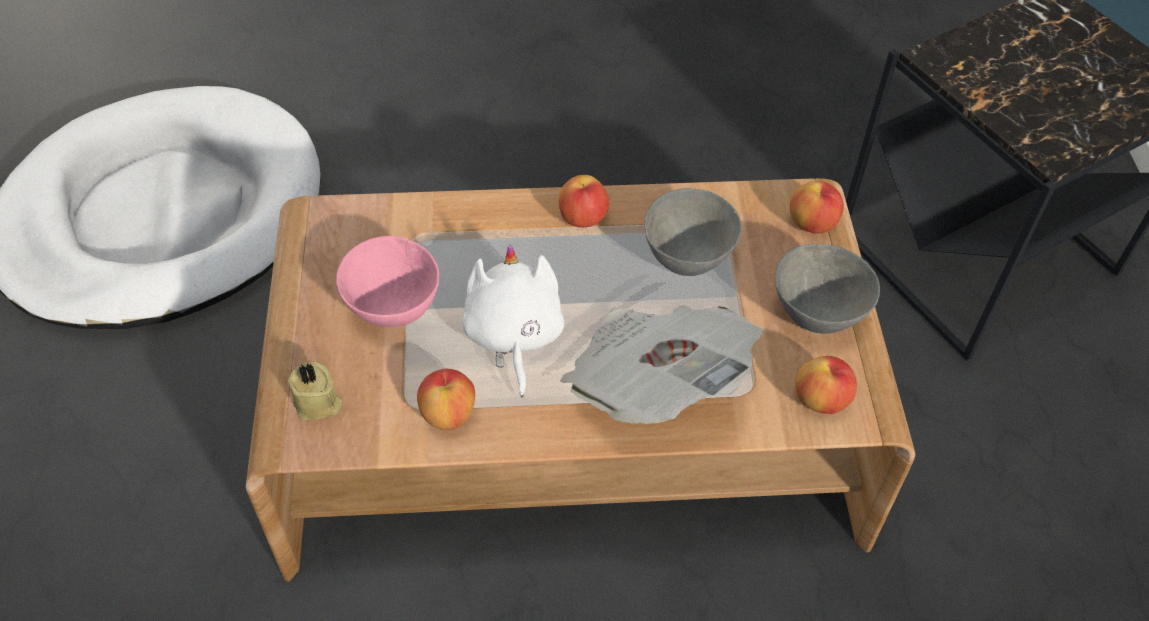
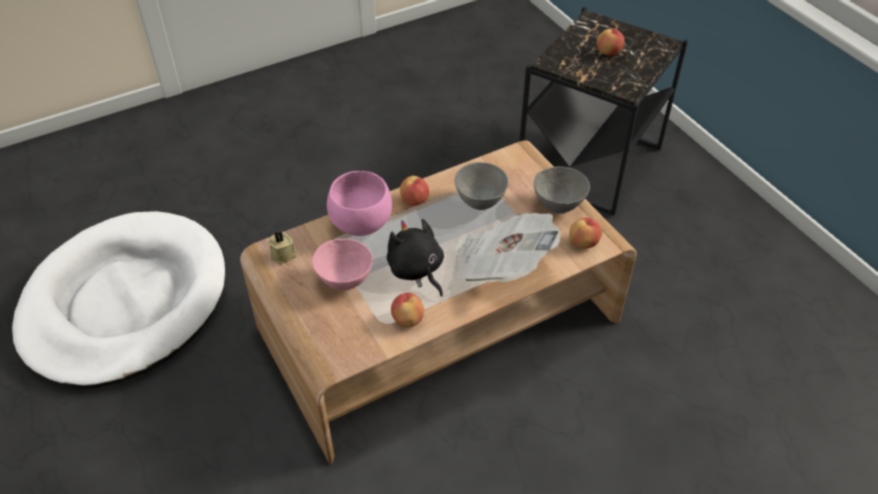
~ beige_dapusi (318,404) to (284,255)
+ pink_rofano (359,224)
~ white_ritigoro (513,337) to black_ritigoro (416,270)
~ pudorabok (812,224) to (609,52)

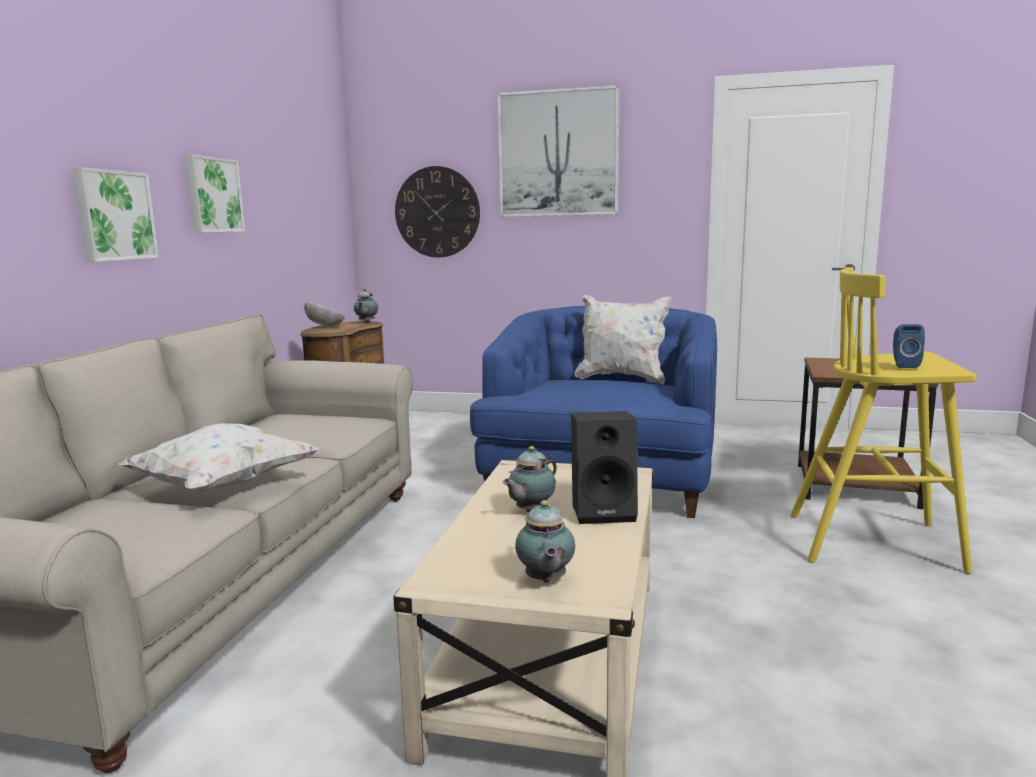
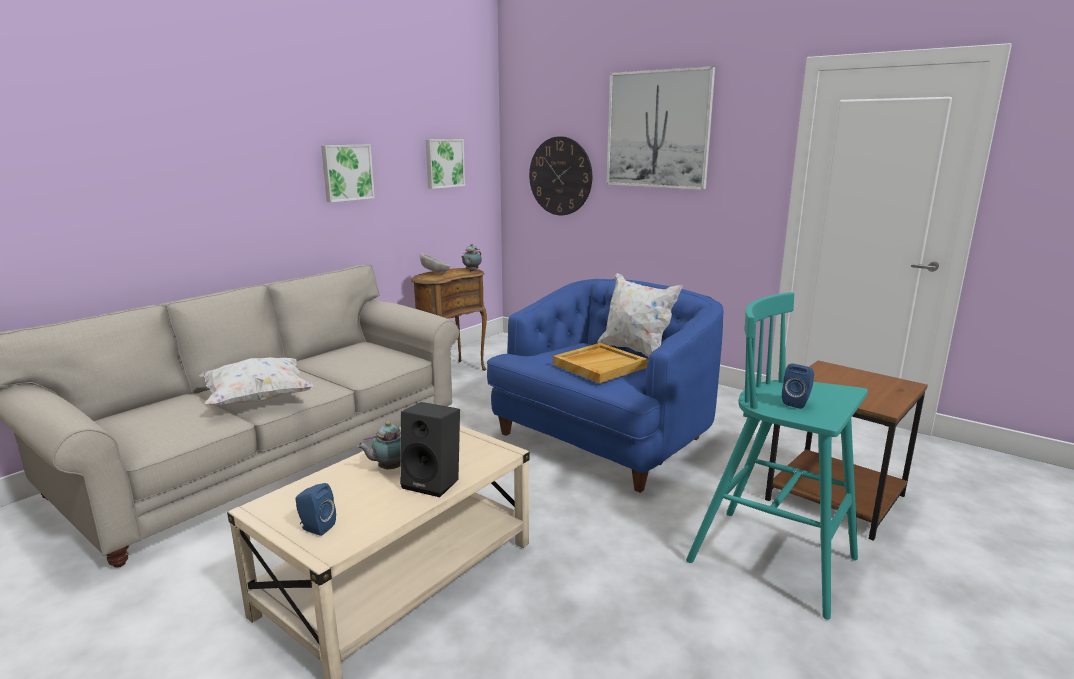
~ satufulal (545,581) to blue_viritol (315,528)
~ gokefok (113,215) to (444,163)
+ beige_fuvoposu (599,365)
~ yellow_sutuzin (876,543) to turquoise_sutuzin (775,561)

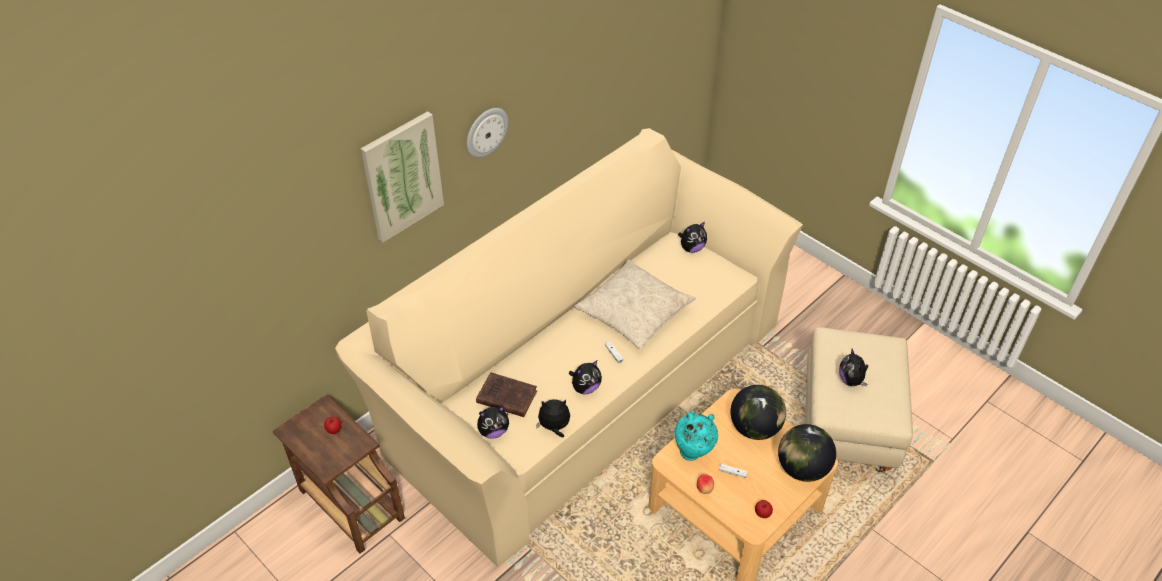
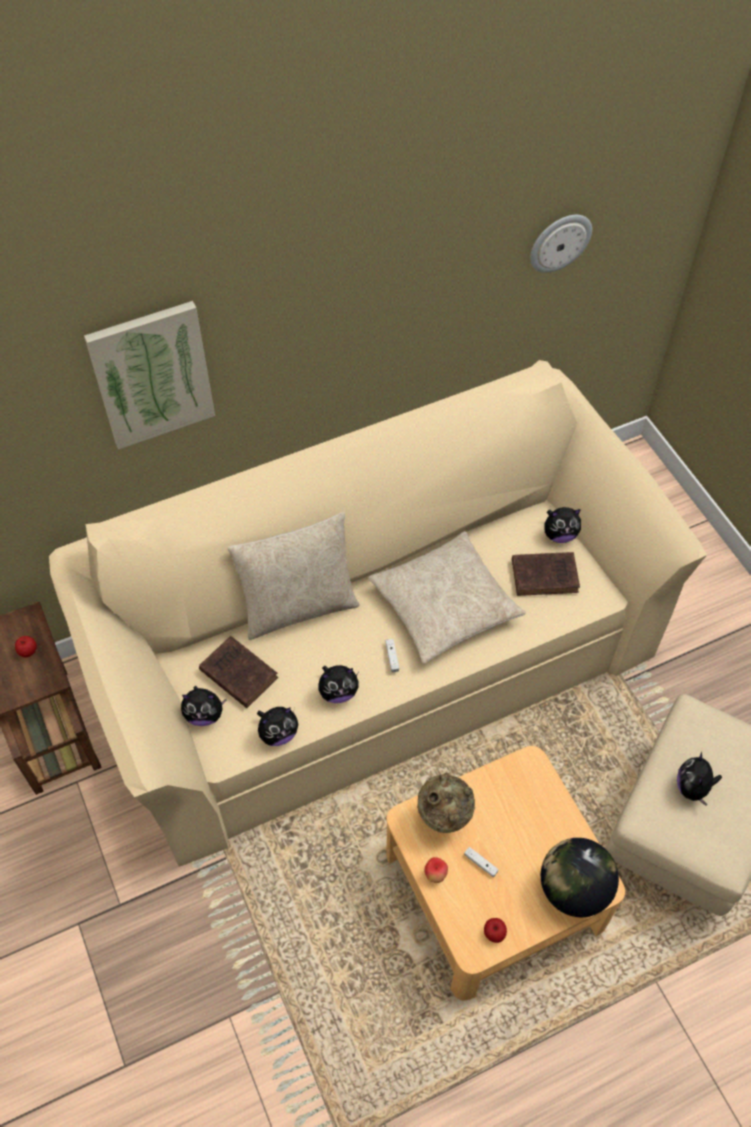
+ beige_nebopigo (298,606)
~ ritigoro (554,427) = (278,733) 135 degrees clockwise
~ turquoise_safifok (693,453) to beige_safifok (443,819)
+ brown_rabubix (546,576)
~ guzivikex (486,132) to (559,242)
- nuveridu (754,428)

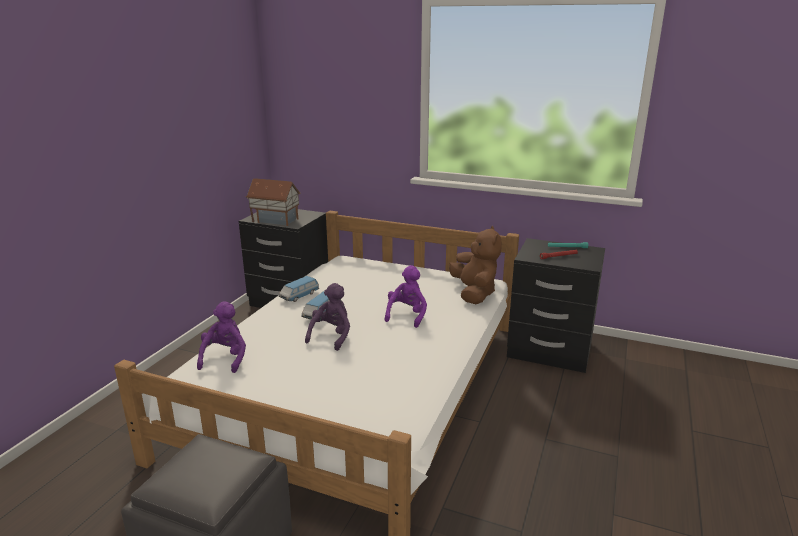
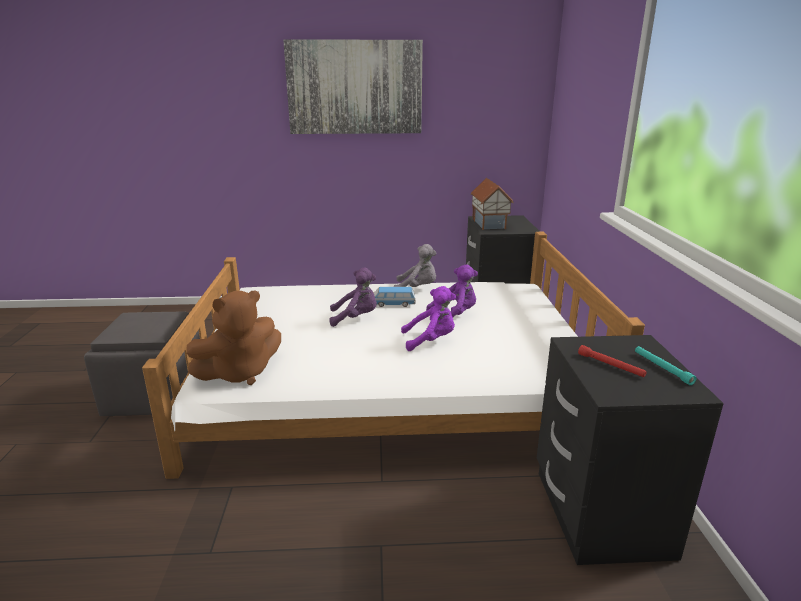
~ brown_ritigoro (474,293) to (240,373)
+ gokefok (355,87)
~ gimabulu (299,296) to grey_ritigoro (417,288)
~ purple_ritigoro (225,358) to (455,315)

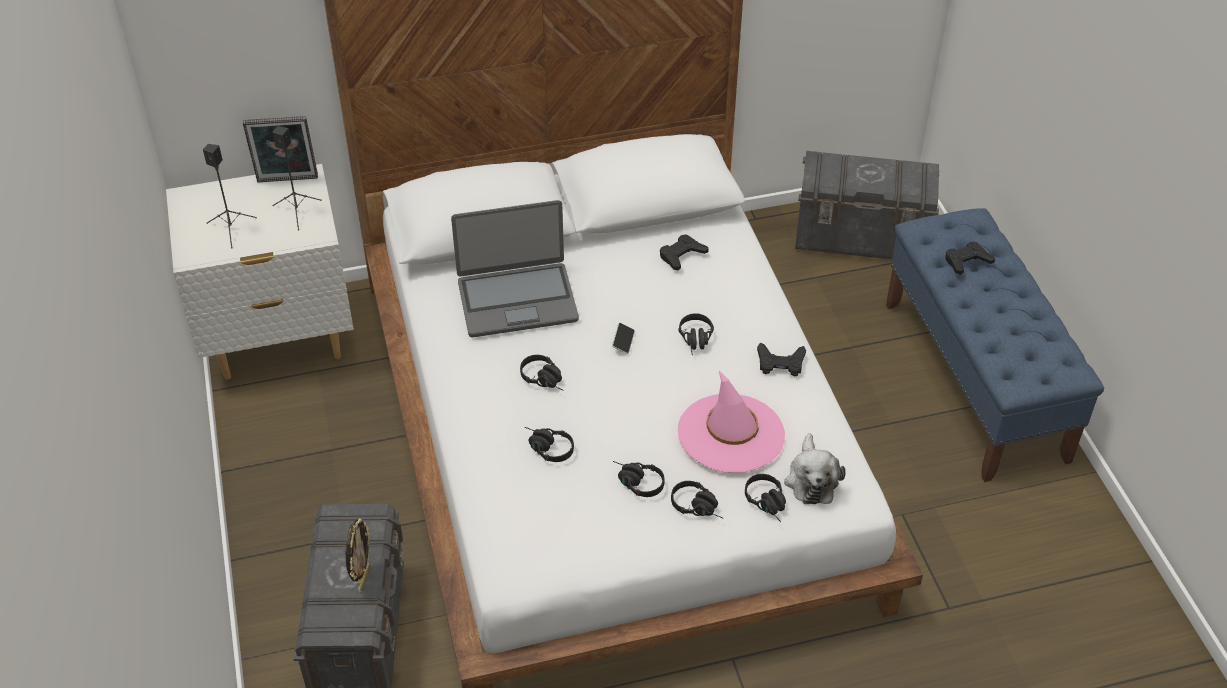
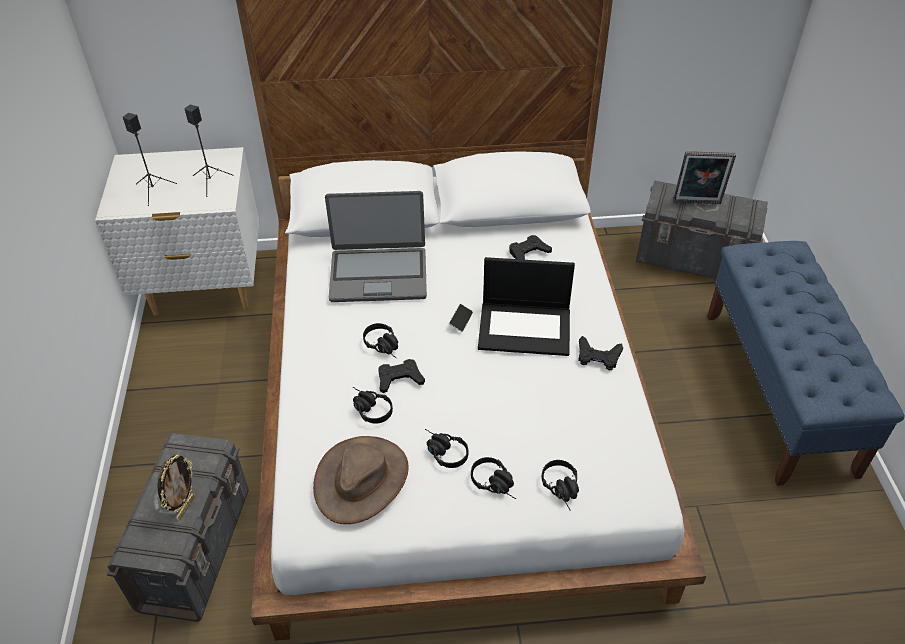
+ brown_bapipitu (361,479)
~ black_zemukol (967,261) to (399,379)
~ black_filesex (696,341) to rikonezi (525,328)
~ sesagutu (287,181) to (697,203)
- pink_bapipitu (731,433)
- ritigoro (811,479)

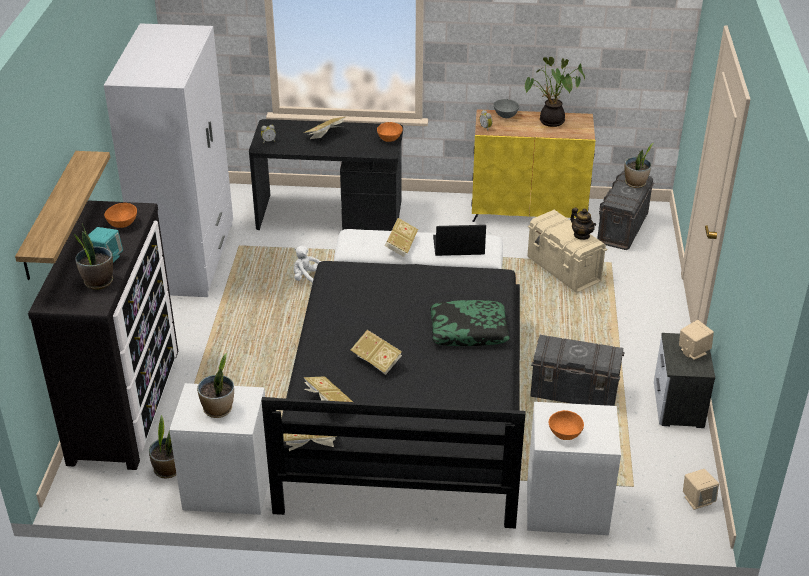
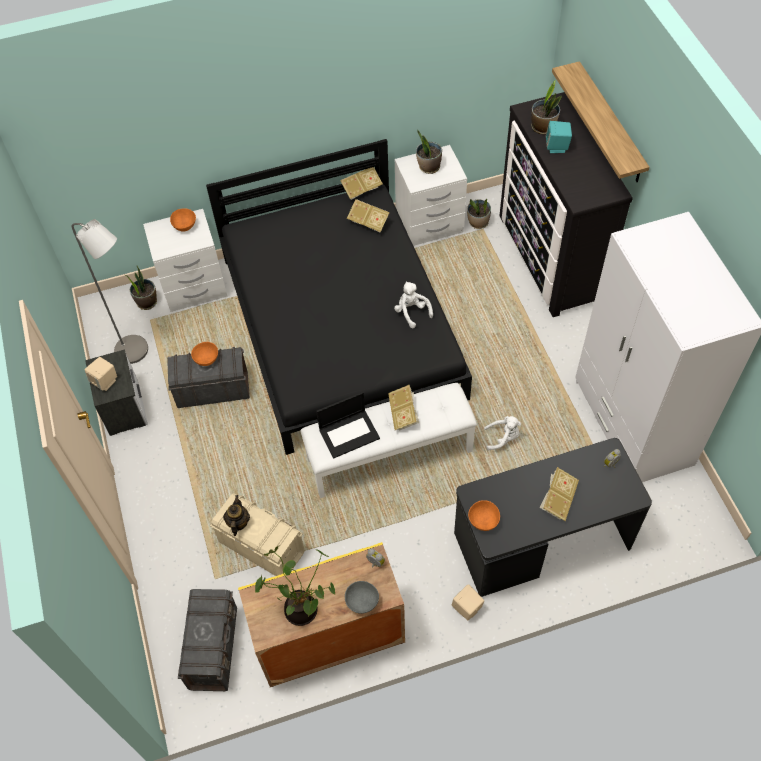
+ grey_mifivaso (137,352)
~ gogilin (635,183) to (147,302)
~ orange_rofano (123,224) to (206,360)
~ satufulal (581,235) = (238,523) 60 degrees clockwise
+ white_ritigoro (412,312)
~ beige_viritol (697,500) to (467,608)
- rabubix (377,361)
- nebopigo (468,331)

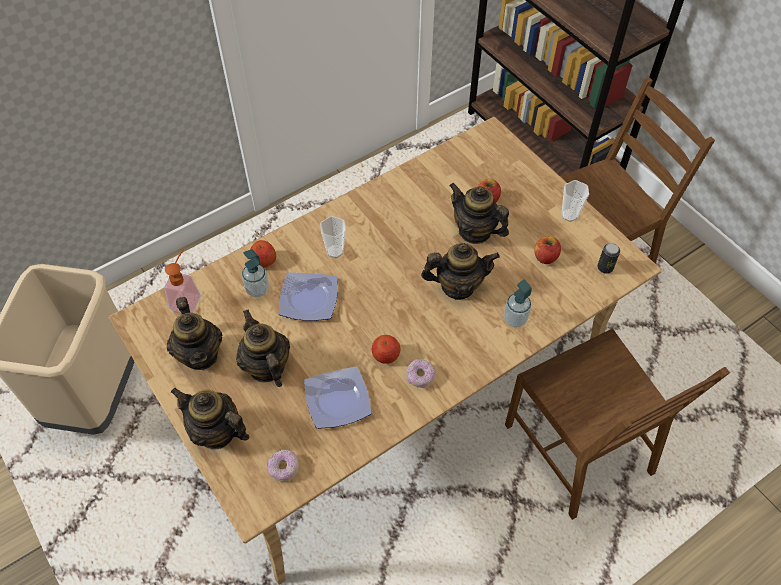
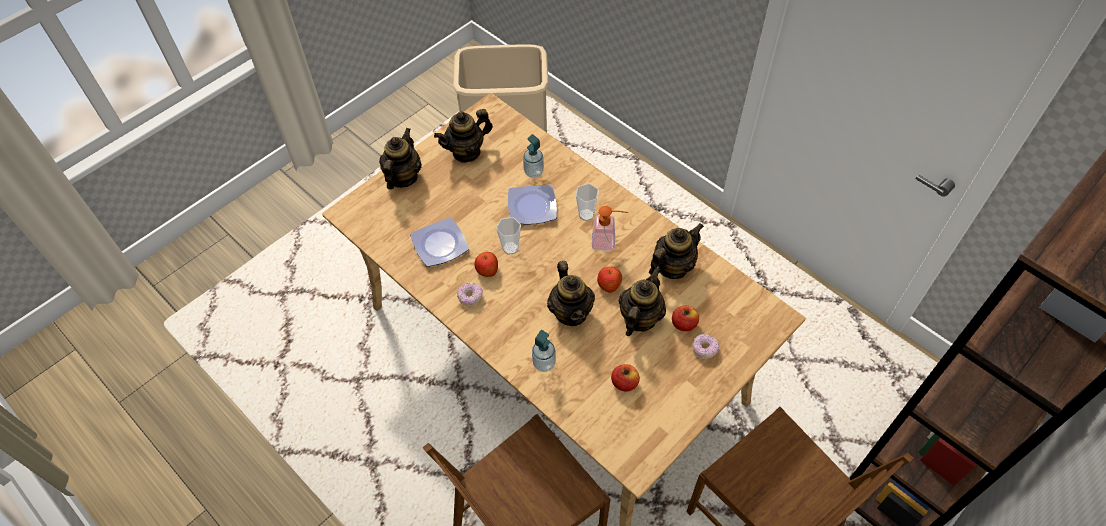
~ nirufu (569,215) to (510,248)
~ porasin (187,298) to (608,242)
~ pudorabok (263,261) to (609,284)
~ satufulal (266,367) to (672,267)
~ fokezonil (283,468) to (704,349)
- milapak (605,267)

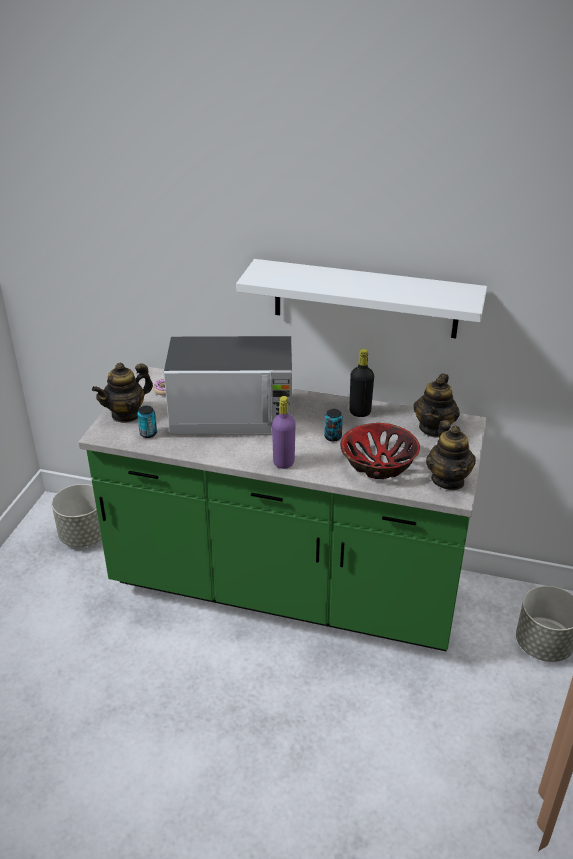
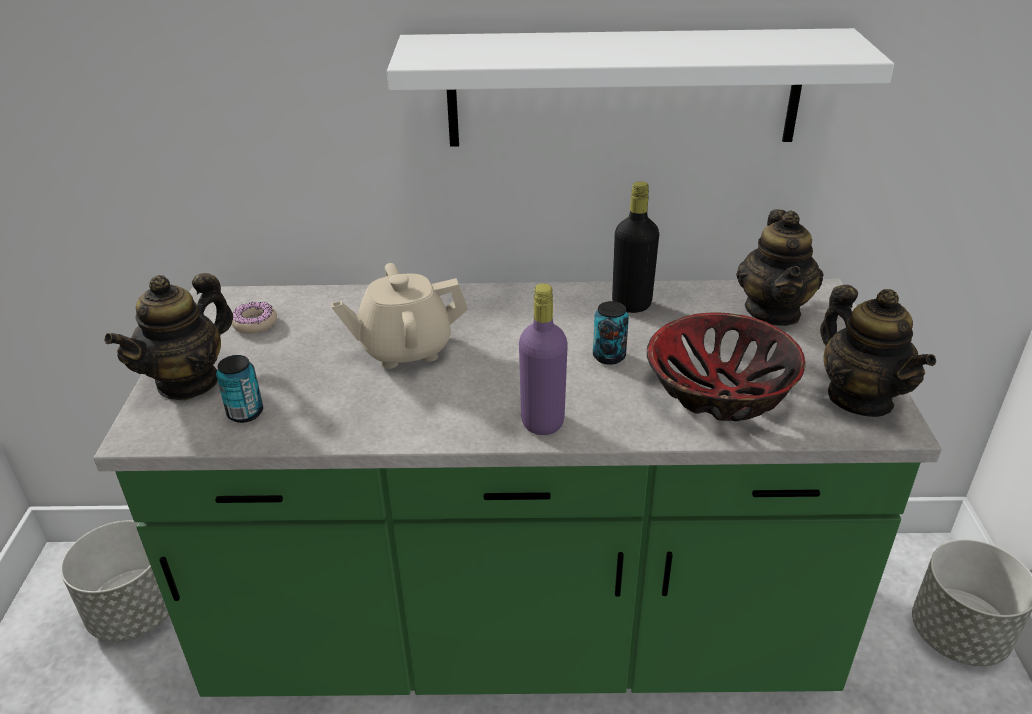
~ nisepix (233,416) to beige_satufulal (405,349)

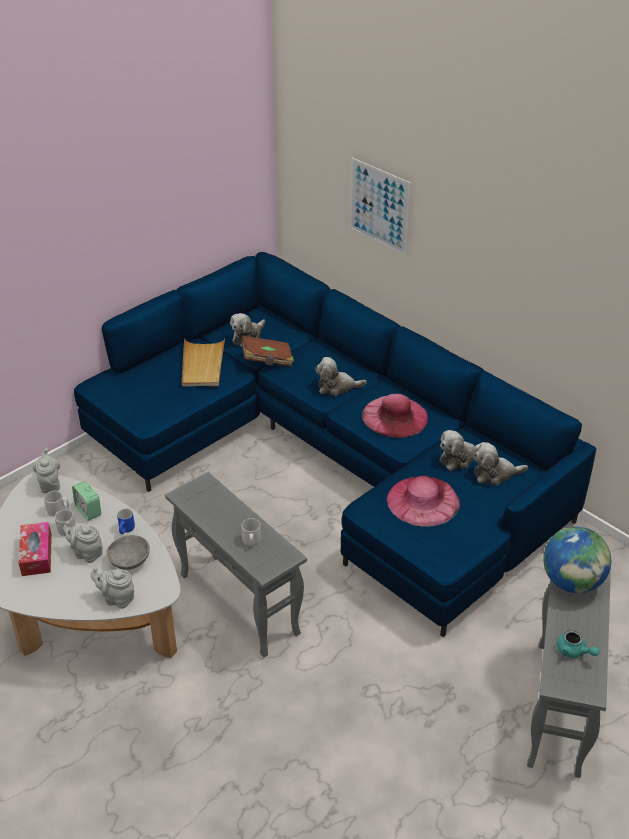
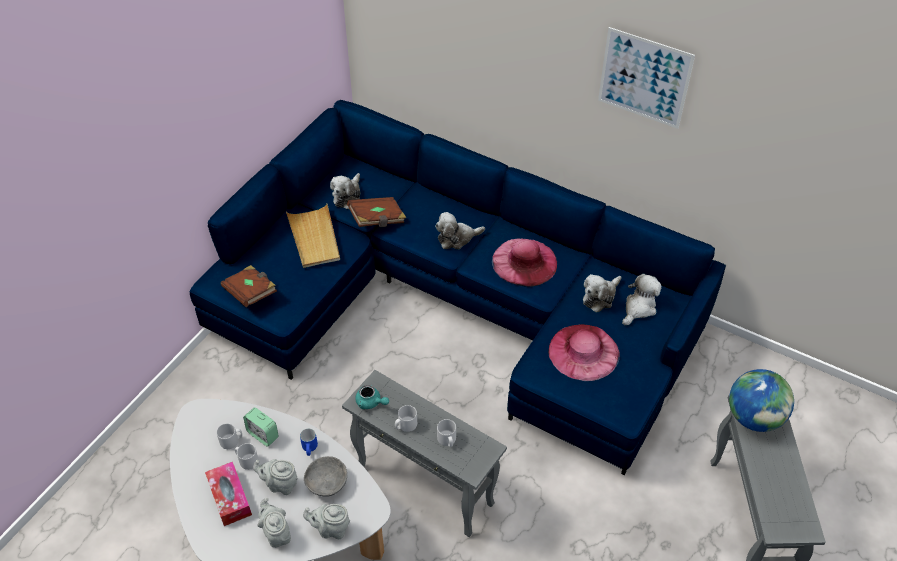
+ brown_rabubix (251,293)
~ grey_satufulal (50,484) to (276,533)
~ turquoise_satufulal (574,651) to (371,402)
+ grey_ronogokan (405,425)
~ gokefok (379,206) to (644,78)
~ ritigoro (495,474) = (639,308) 150 degrees clockwise

